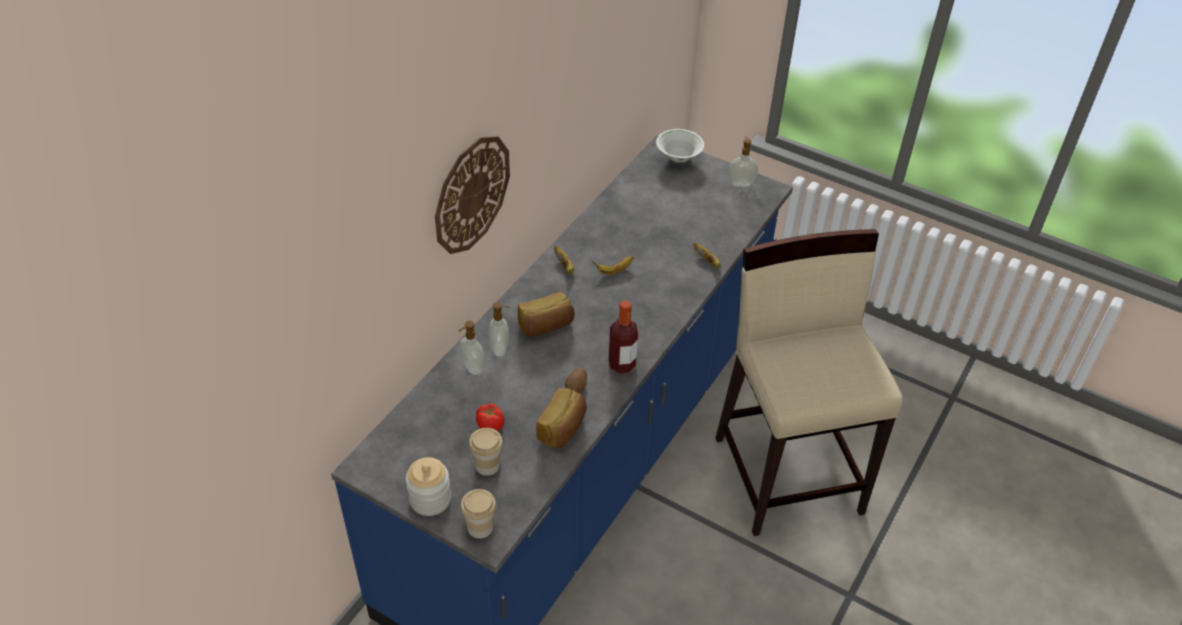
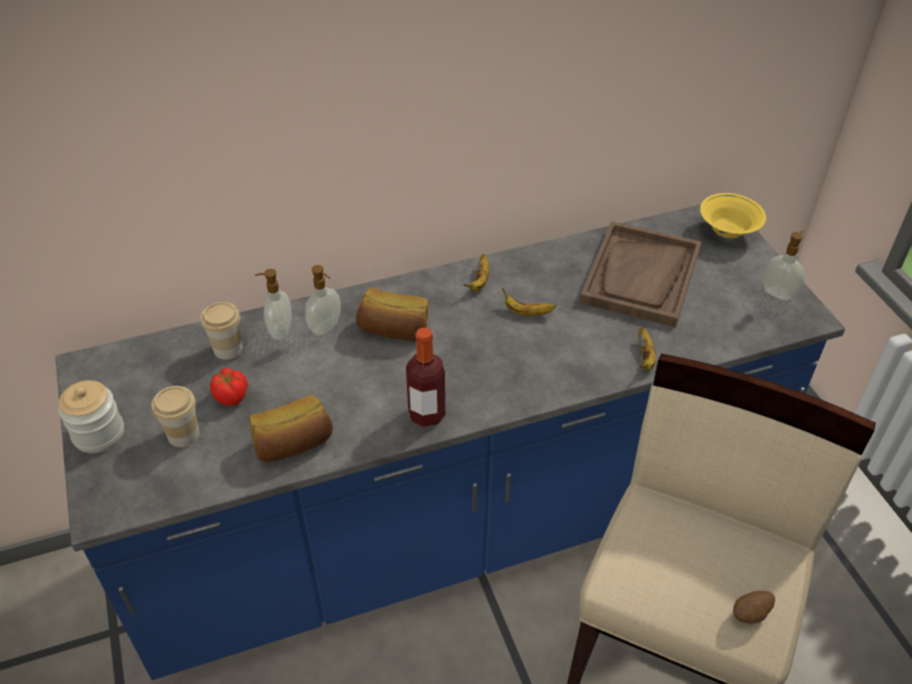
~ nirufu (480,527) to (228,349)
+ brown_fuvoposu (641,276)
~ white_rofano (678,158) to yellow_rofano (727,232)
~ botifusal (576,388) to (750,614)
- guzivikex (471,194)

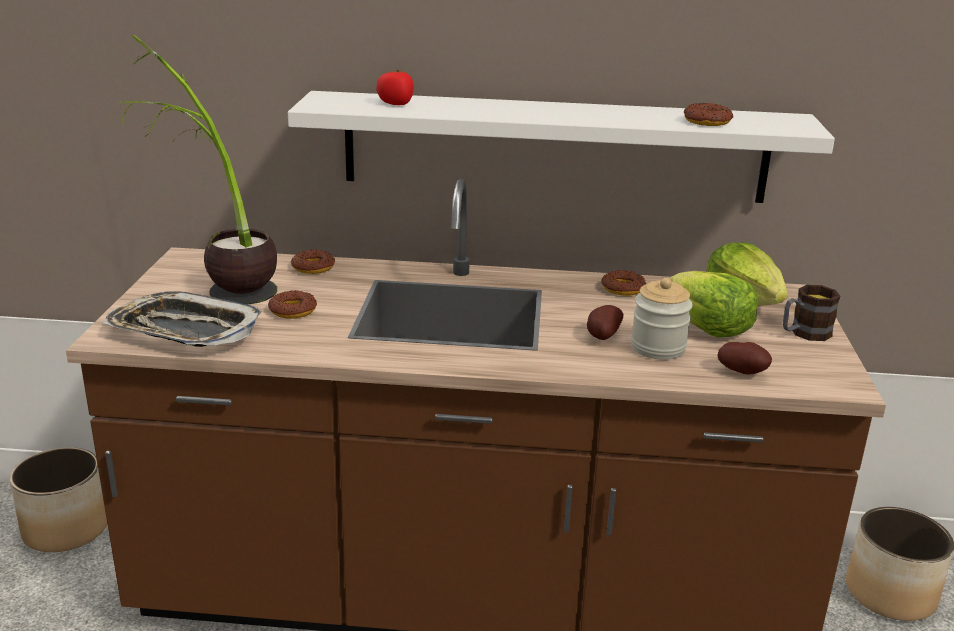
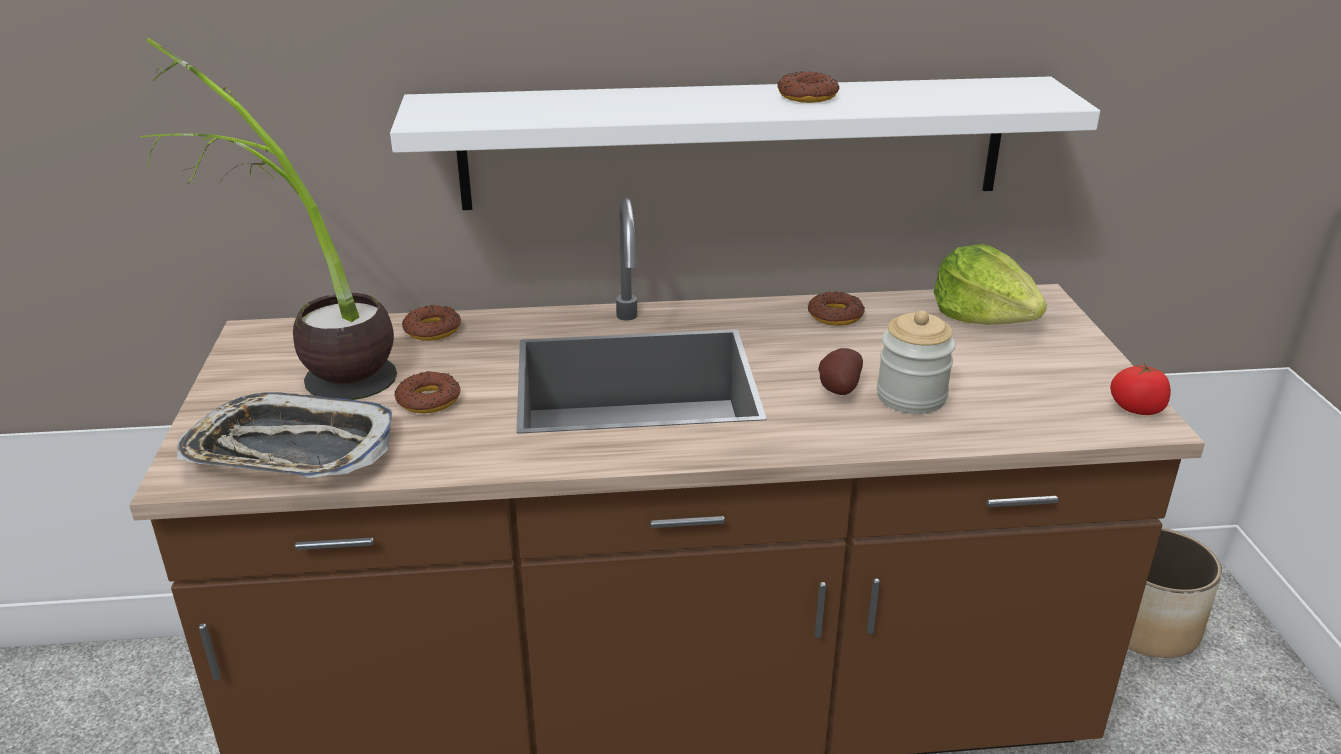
~ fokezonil (706,121) to (807,96)
~ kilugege (396,103) to (1136,408)
- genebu (67,528)
- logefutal (708,327)
- botifusal (743,372)
- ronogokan (804,333)

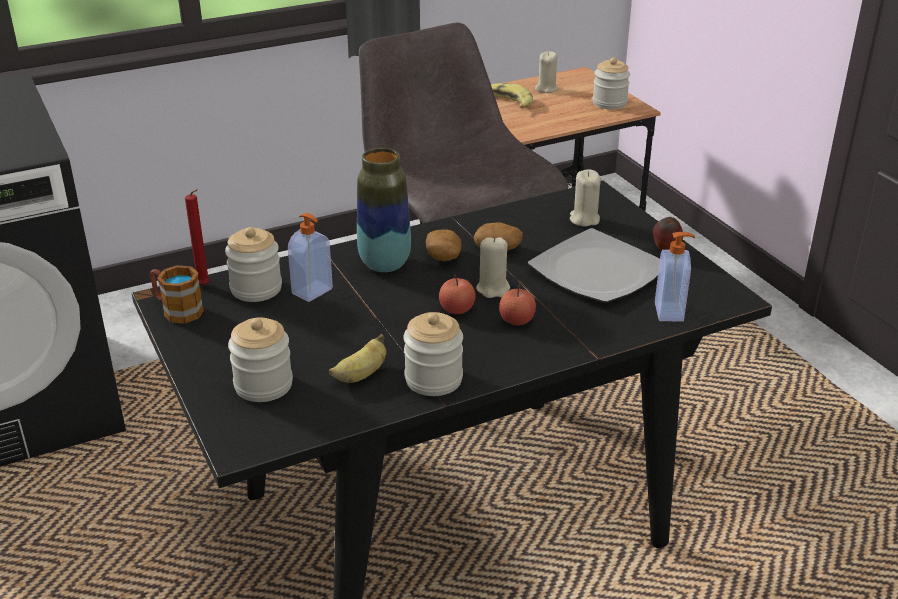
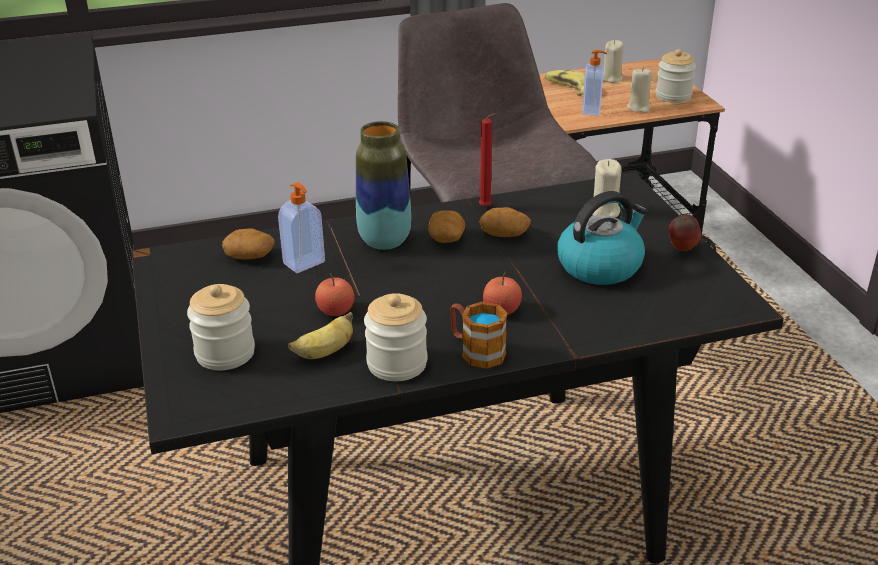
~ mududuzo (256,289) to botifusal (250,256)
~ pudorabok (457,309) to (335,311)
~ ronogokan (177,310) to (476,351)
~ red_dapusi (205,286) to (486,208)
~ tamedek (595,271) to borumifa (600,266)
~ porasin (670,312) to (592,111)
~ beige_dapusi (493,289) to (639,107)

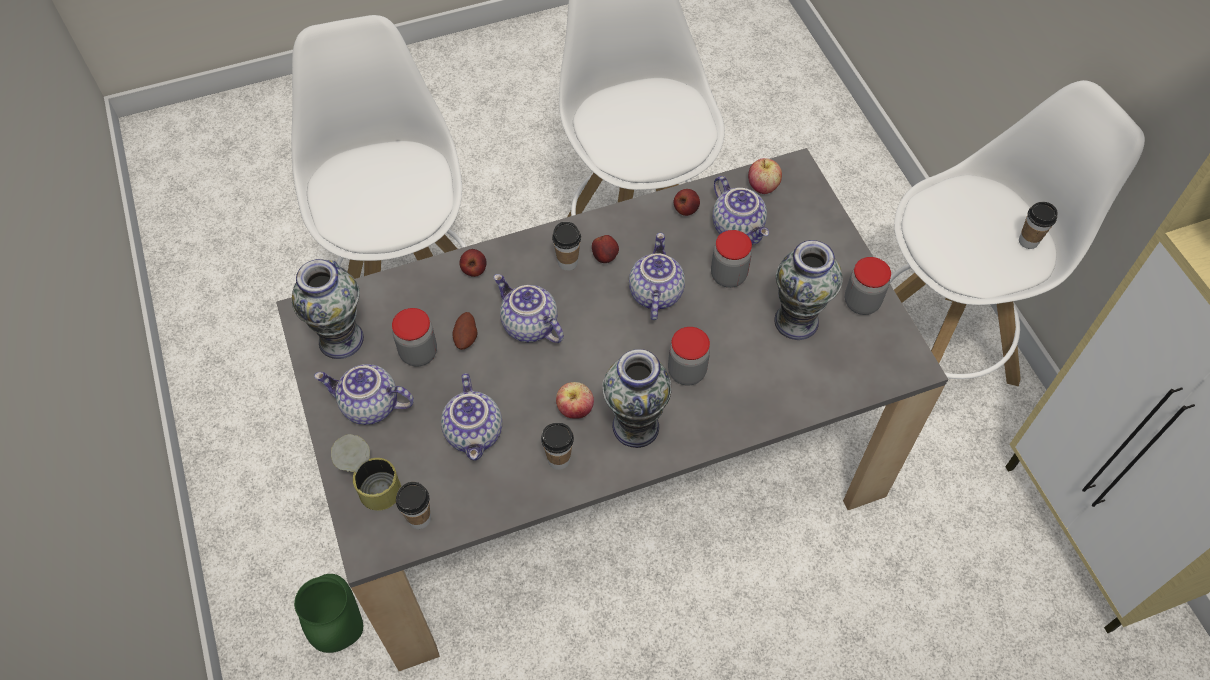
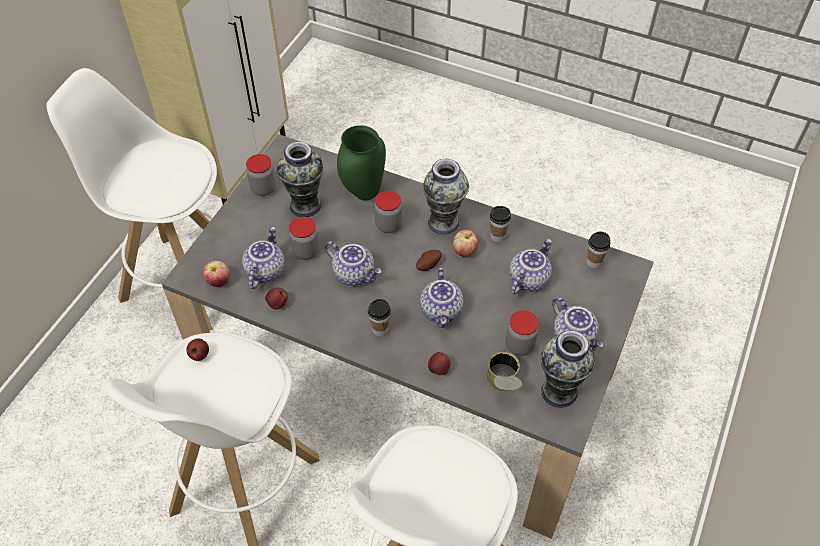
~ pudorabok (605,257) to (199,355)
~ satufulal (654,293) = (355,274) 105 degrees counterclockwise
~ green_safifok (343,633) to (363,192)
~ botifusal (466,337) to (428,265)
~ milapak (371,482) to (502,386)
- nirufu (1028,241)

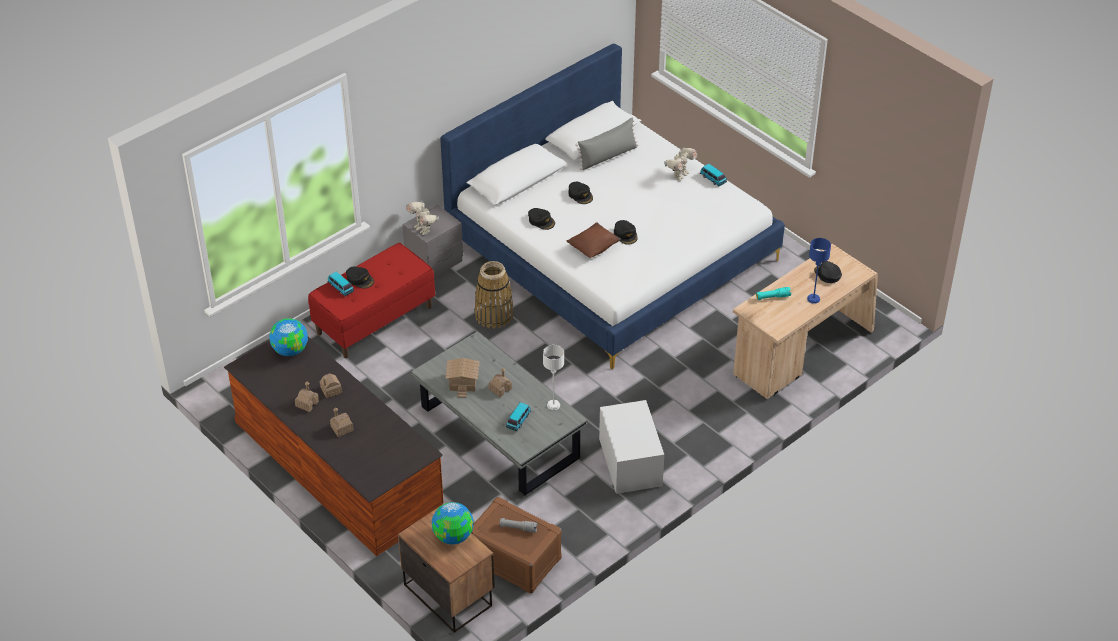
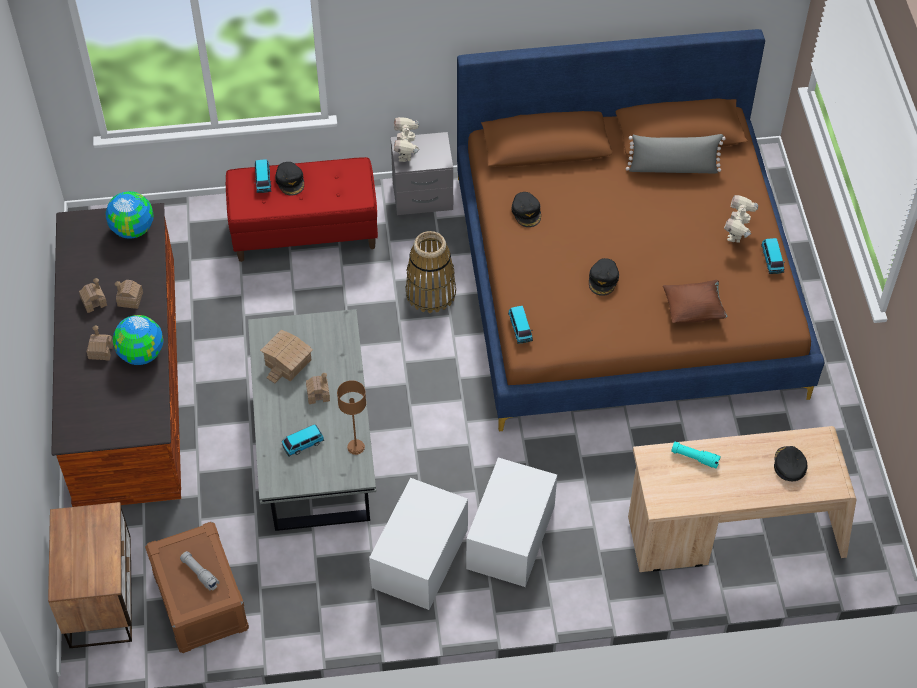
~ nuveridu (453,536) to (141,354)
~ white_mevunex (553,405) to brown_mevunex (355,447)
~ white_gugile (612,250) to brown_gugile (625,283)
+ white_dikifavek (510,537)
+ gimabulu (520,329)
~ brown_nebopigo (593,248) to (693,310)
~ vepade (680,175) = (736,235) 120 degrees clockwise
- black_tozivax (580,195)
- blue_mevunex (813,298)

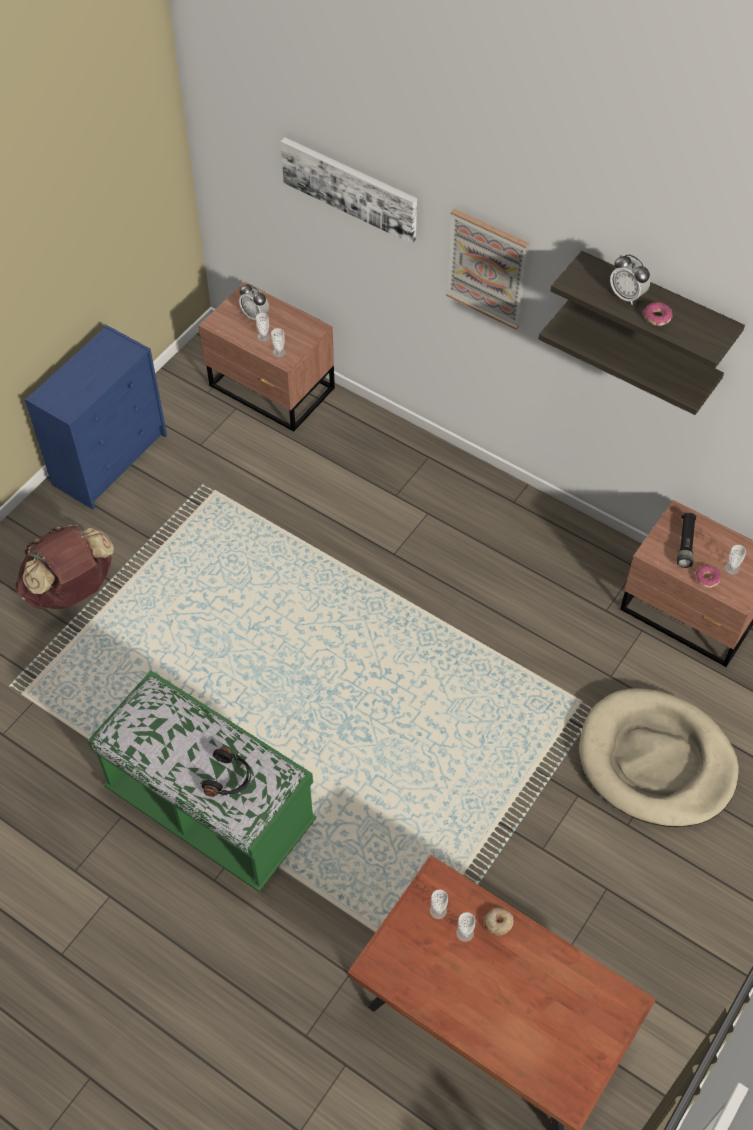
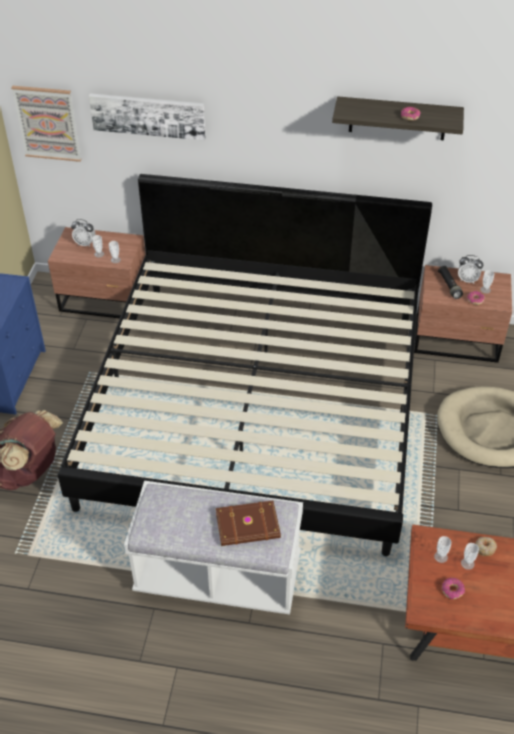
~ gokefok (487,268) to (48,123)
+ gugile (257,404)
~ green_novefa (211,807) to white_novefa (218,575)
~ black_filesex (229,778) to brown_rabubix (248,526)
+ fokezonil (452,590)
~ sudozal (627,296) to (467,280)
- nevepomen (640,353)

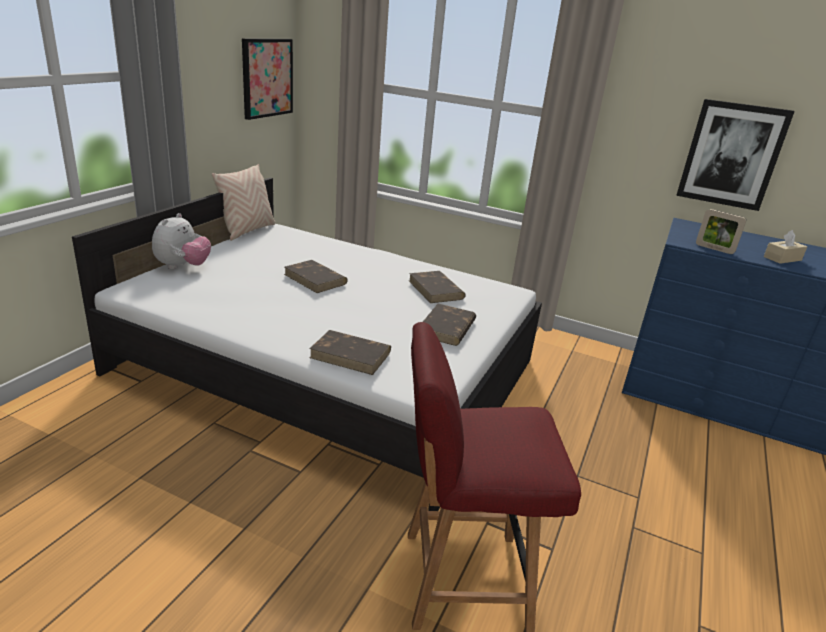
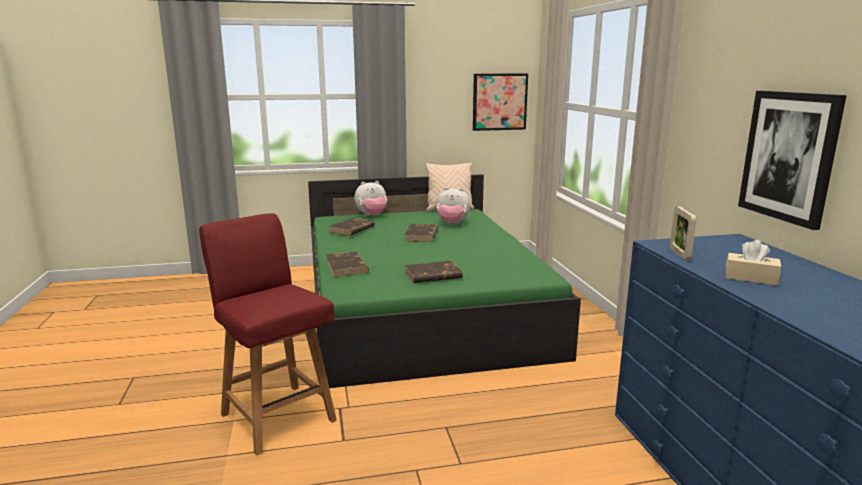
~ white_gugile (329,367) to green_gugile (420,307)
~ brown_rabubix (436,290) to (351,229)
+ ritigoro (452,224)

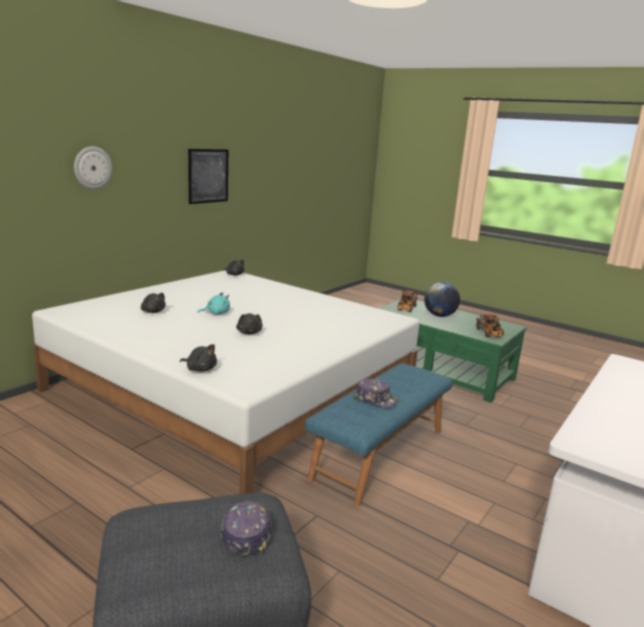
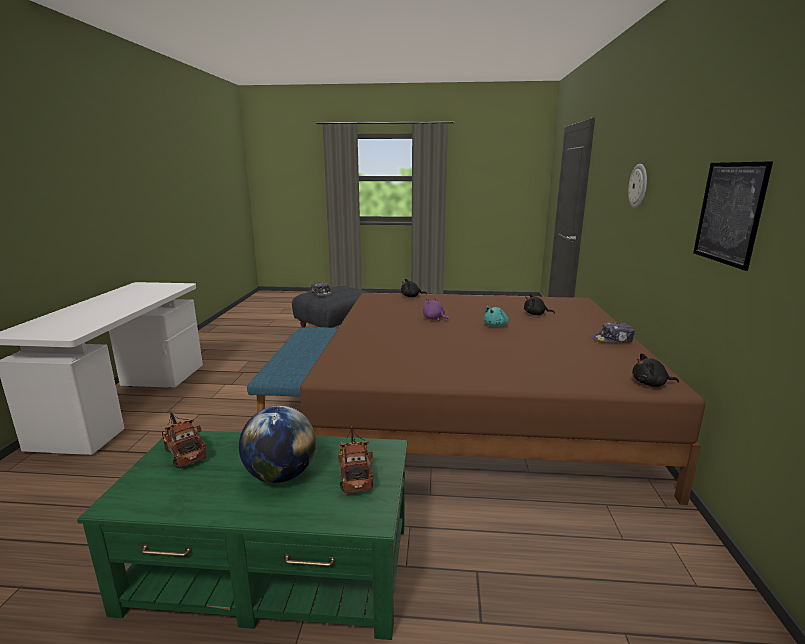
~ white_gugile (234,391) to brown_gugile (477,409)
~ black_ritigoro (249,332) to purple_ritigoro (434,319)
~ tozivax (376,399) to (613,340)

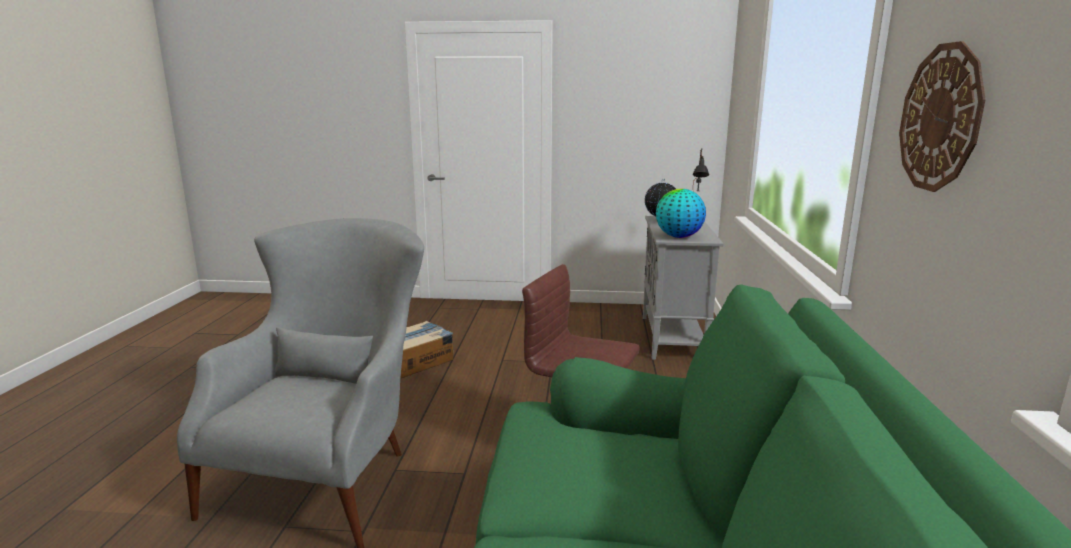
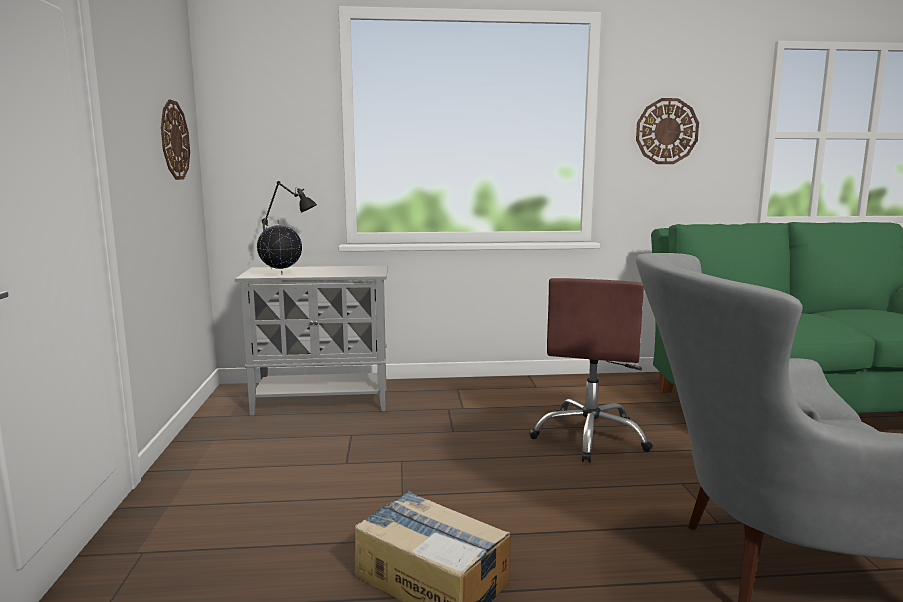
+ guzivikex (174,140)
- nuveridu (678,237)

